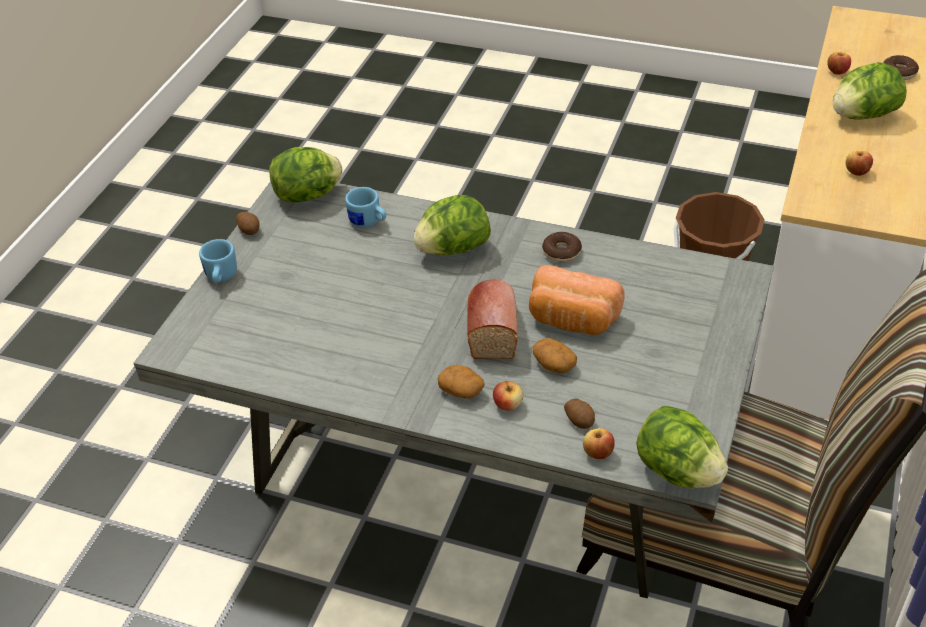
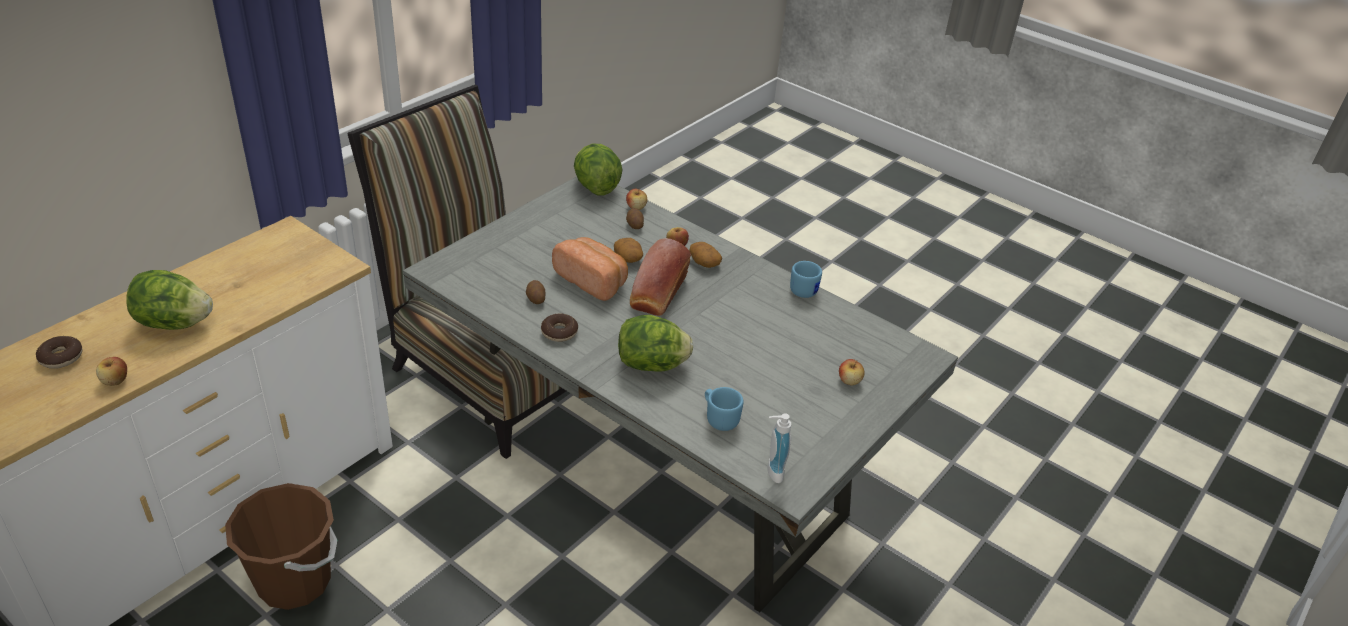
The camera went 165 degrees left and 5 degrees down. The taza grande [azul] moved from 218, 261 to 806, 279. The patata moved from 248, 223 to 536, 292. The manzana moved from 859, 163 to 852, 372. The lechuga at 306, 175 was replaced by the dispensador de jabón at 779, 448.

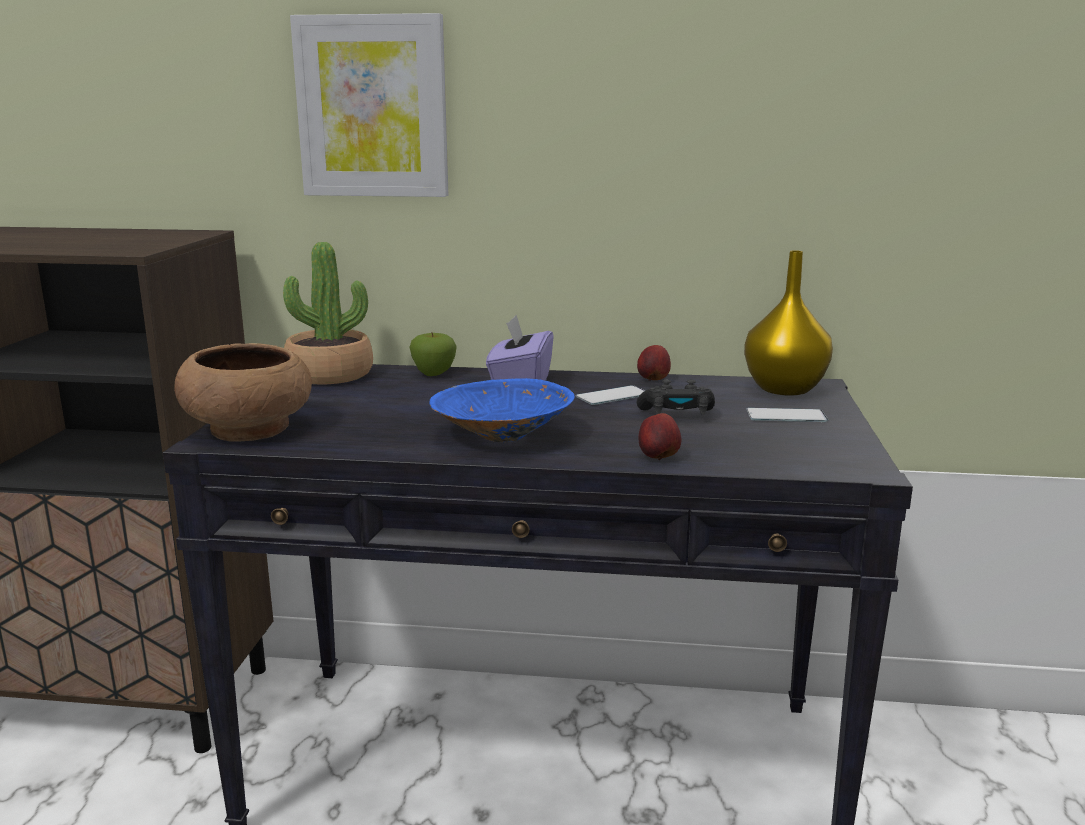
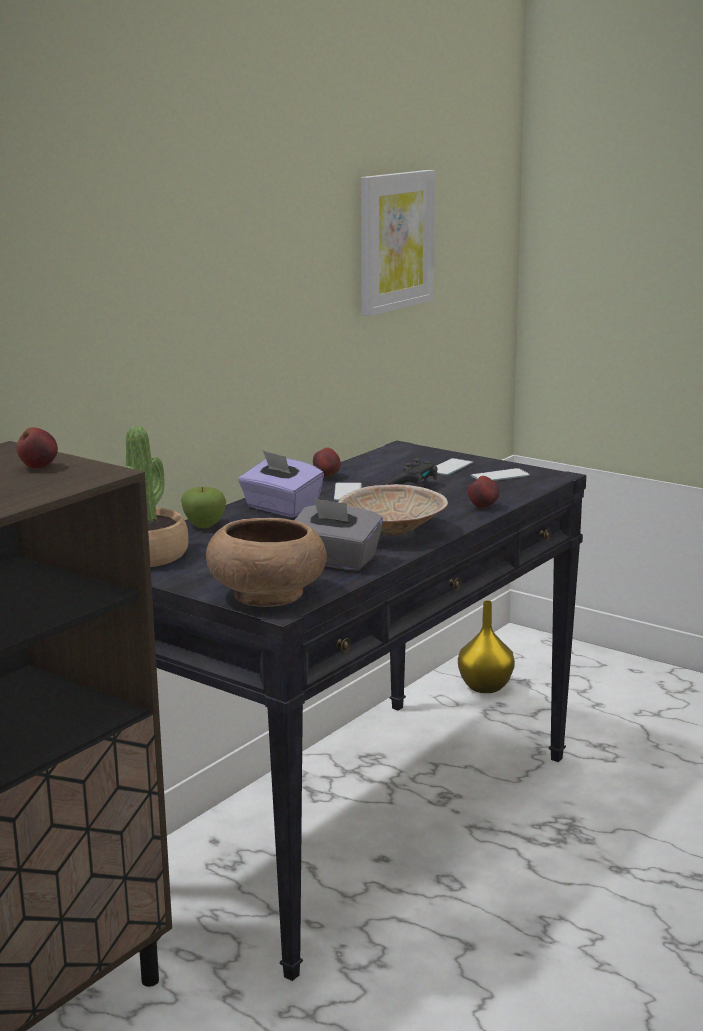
The camera went 60 degrees left and 0 degrees up. The manzana at 37, 447 appeared. The caja de pañuelos [gris] at 338, 534 appeared. The móvil at 500, 474 appeared. The cuadro moved from 369, 105 to 397, 243. The florero [amarillo] moved from 788, 323 to 486, 647. The cuenco [azul] at 502, 410 became the cuenco [beis] at 393, 510.

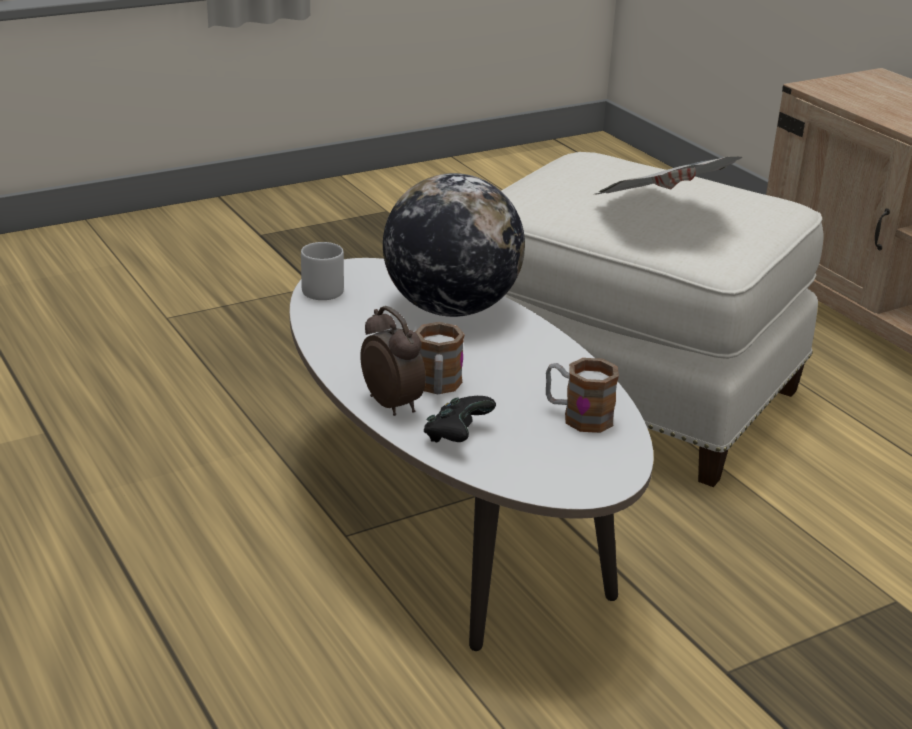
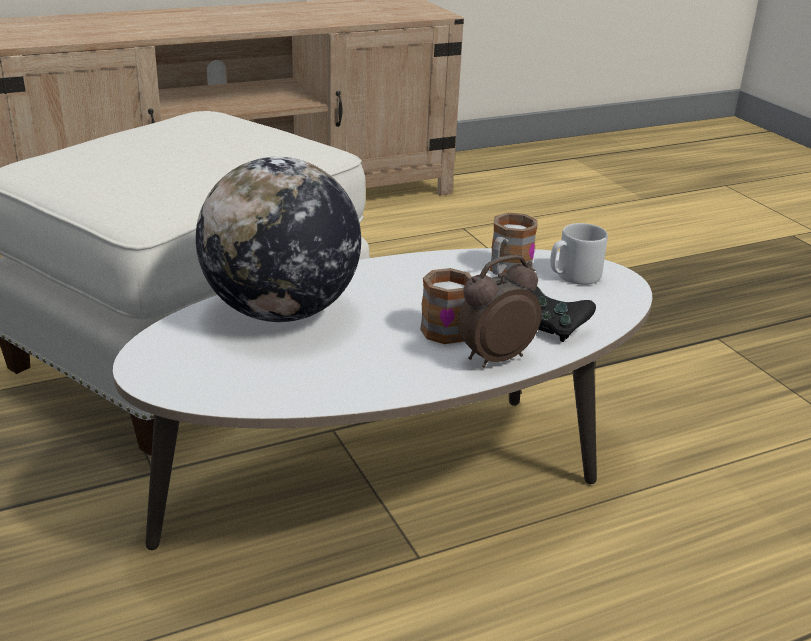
The camera went 85 degrees left and 0 degrees up. The periódico at 668, 175 disappeared. The taza grande [gris] moved from 322, 271 to 579, 254.

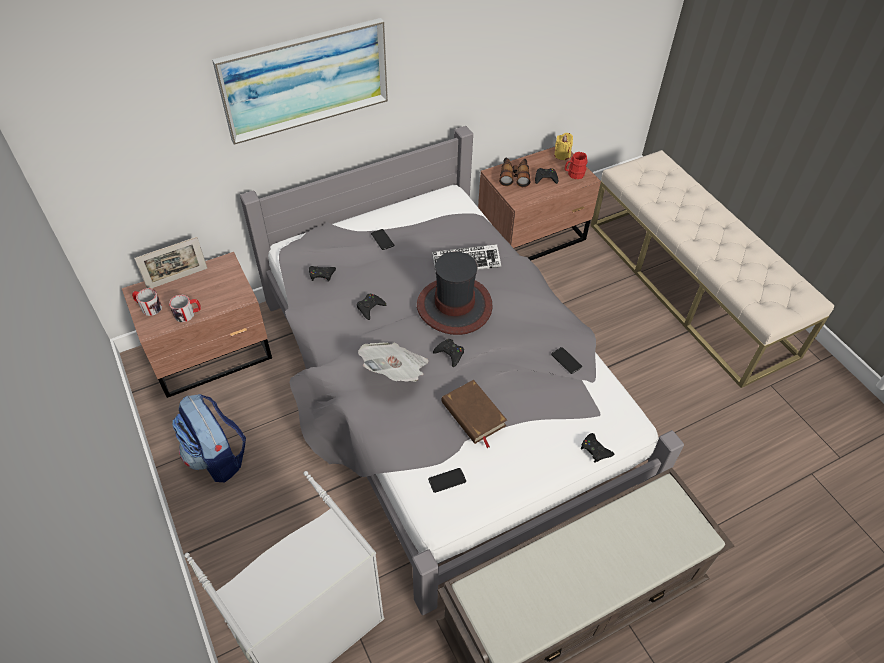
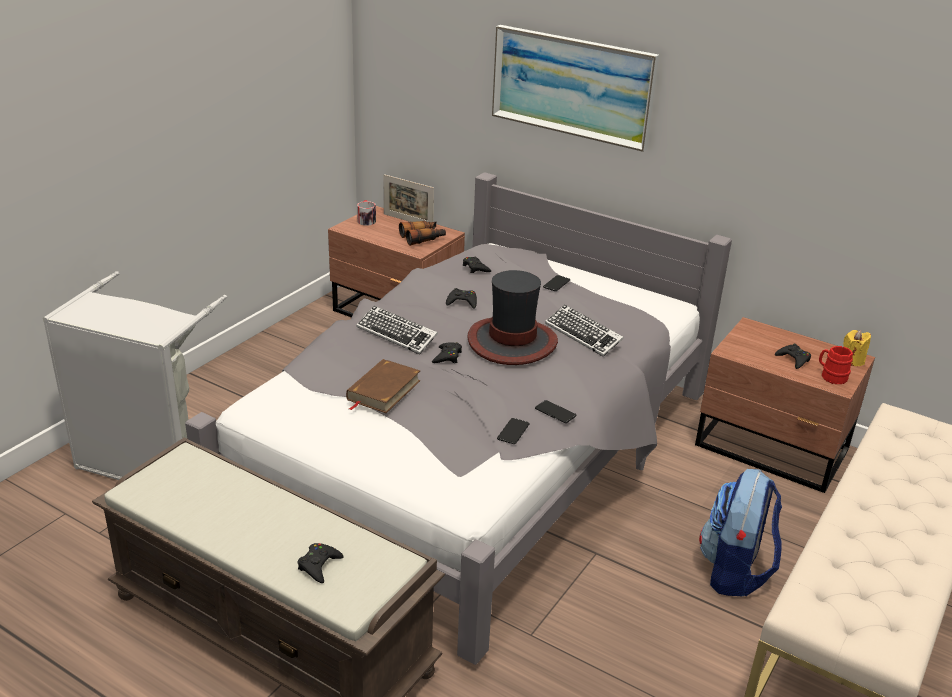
The camera went 60 degrees right and 20 degrees down. The taza grande at 185, 308 disappeared. The mochila moved from 209, 438 to 740, 532. The móvil moved from 447, 480 to 556, 411. The prismáticos moved from 515, 172 to 422, 233. The mando de consola [negro] moved from 597, 448 to 321, 563. The periódico at 393, 362 was replaced by the teclado at 397, 330.

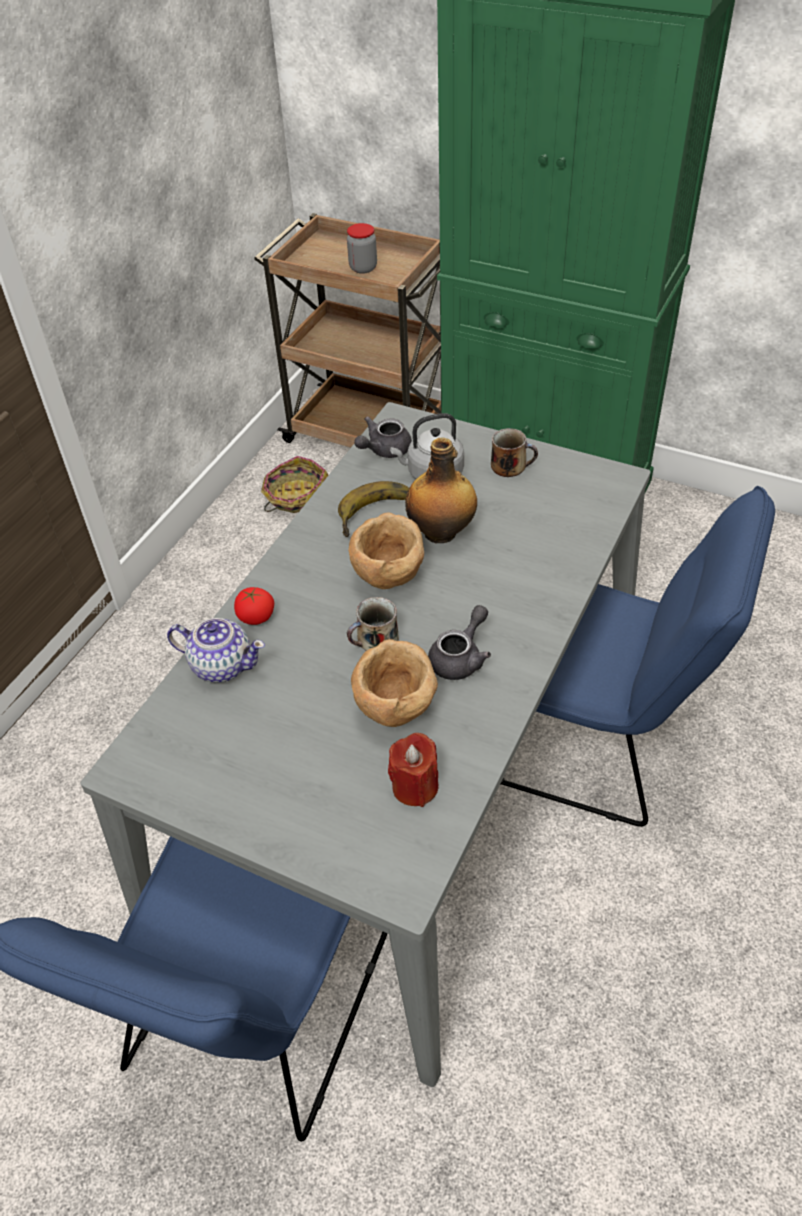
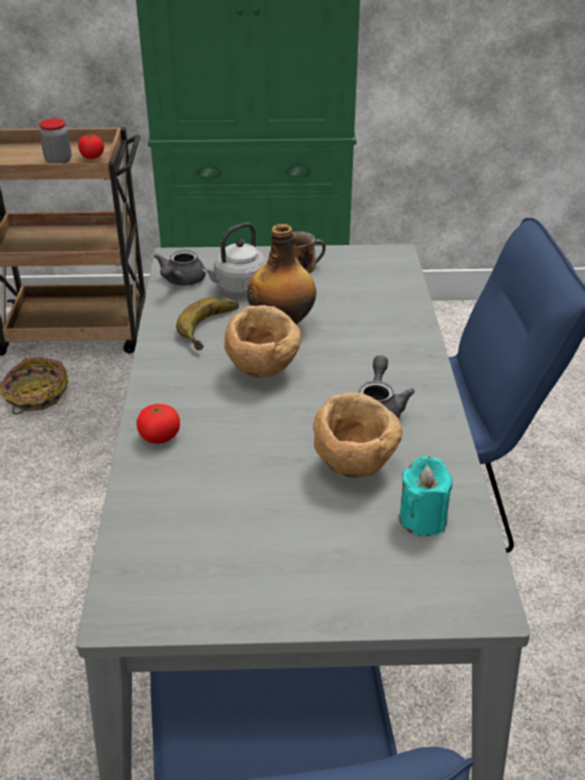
The camera went 30 degrees left and 10 degrees down. The tetera at 216, 650 disappeared. The taza grande at 373, 624 disappeared. The tomate at 91, 146 appeared. The vela [rojo] at 413, 770 became the vela [turquesa] at 425, 496.

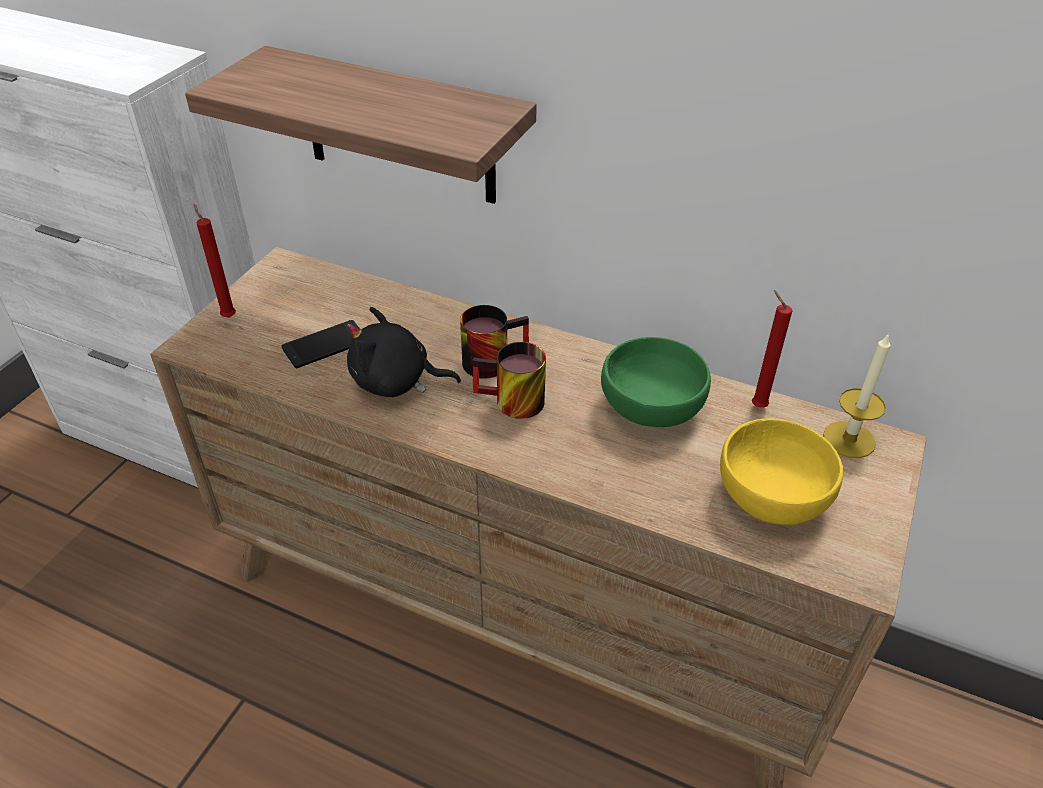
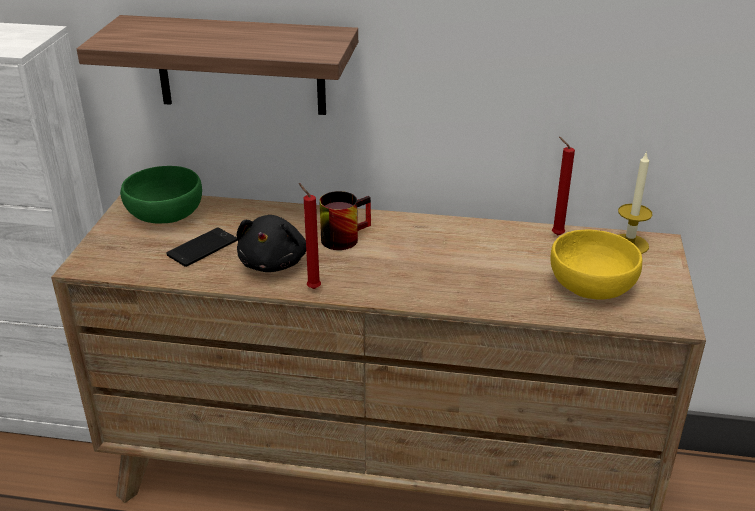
The camera went 15 degrees left and 10 degrees down. The taza grande at 509, 380 disappeared. The vela [rojo] moved from 214, 261 to 310, 236. The cuenco [verde] moved from 656, 382 to 161, 195. The peluche [negro] at 404, 352 turned 75 degrees counterclockwise.

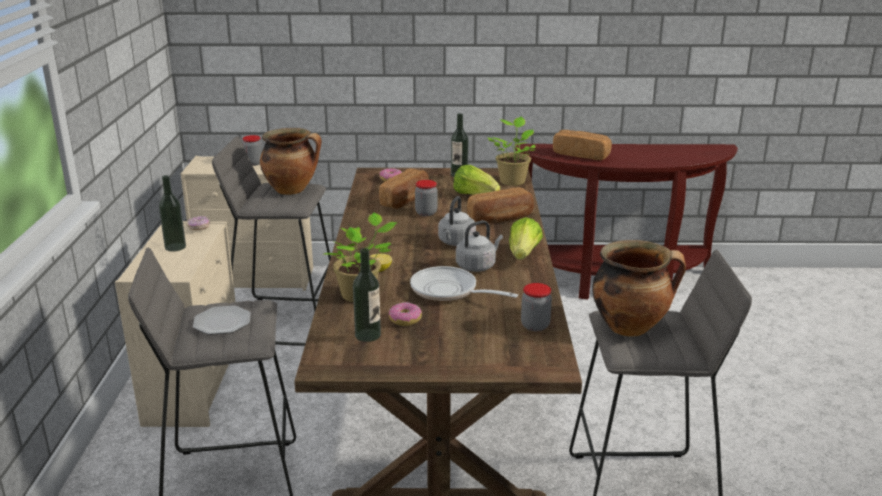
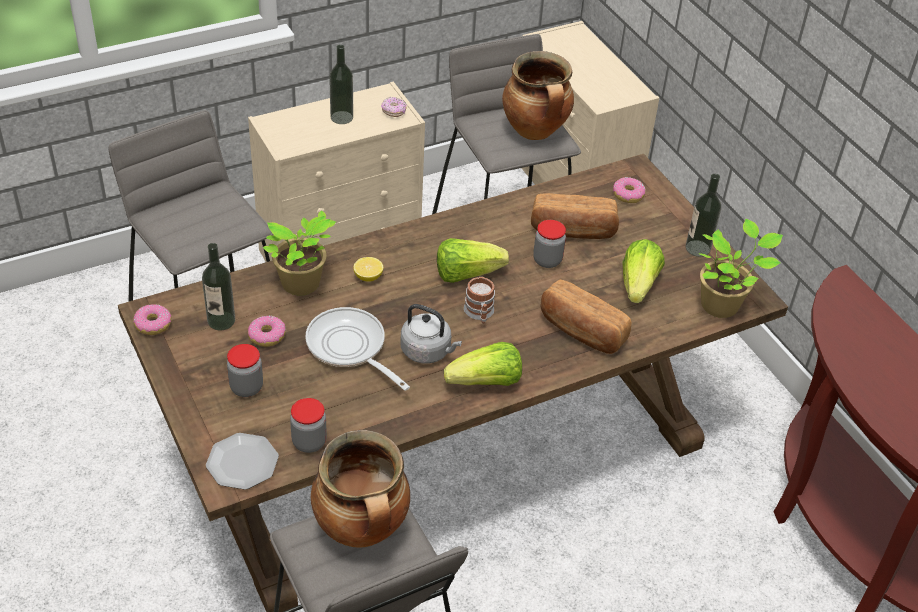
The camera went 60 degrees right and 20 degrees up. The pan at 582, 145 disappeared. The rosquilla at 152, 319 appeared. The lechuga at 473, 260 appeared. The plato moved from 222, 320 to 242, 461. The tarro moved from 252, 150 to 245, 370. The hervidor [gris] at 457, 221 was replaced by the taza grande at 479, 300. The sartén at 464, 283 turned 45 degrees counterclockwise.

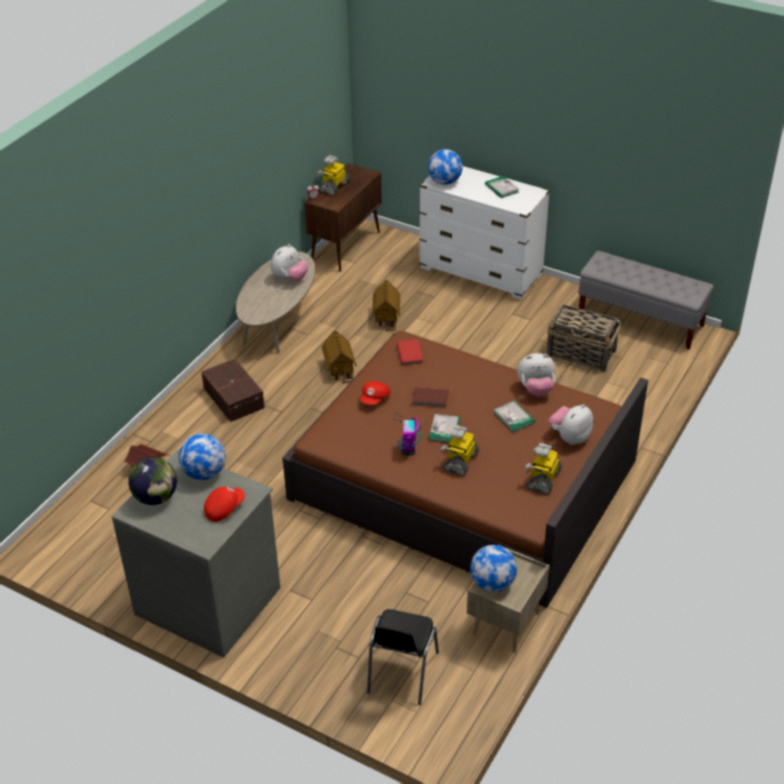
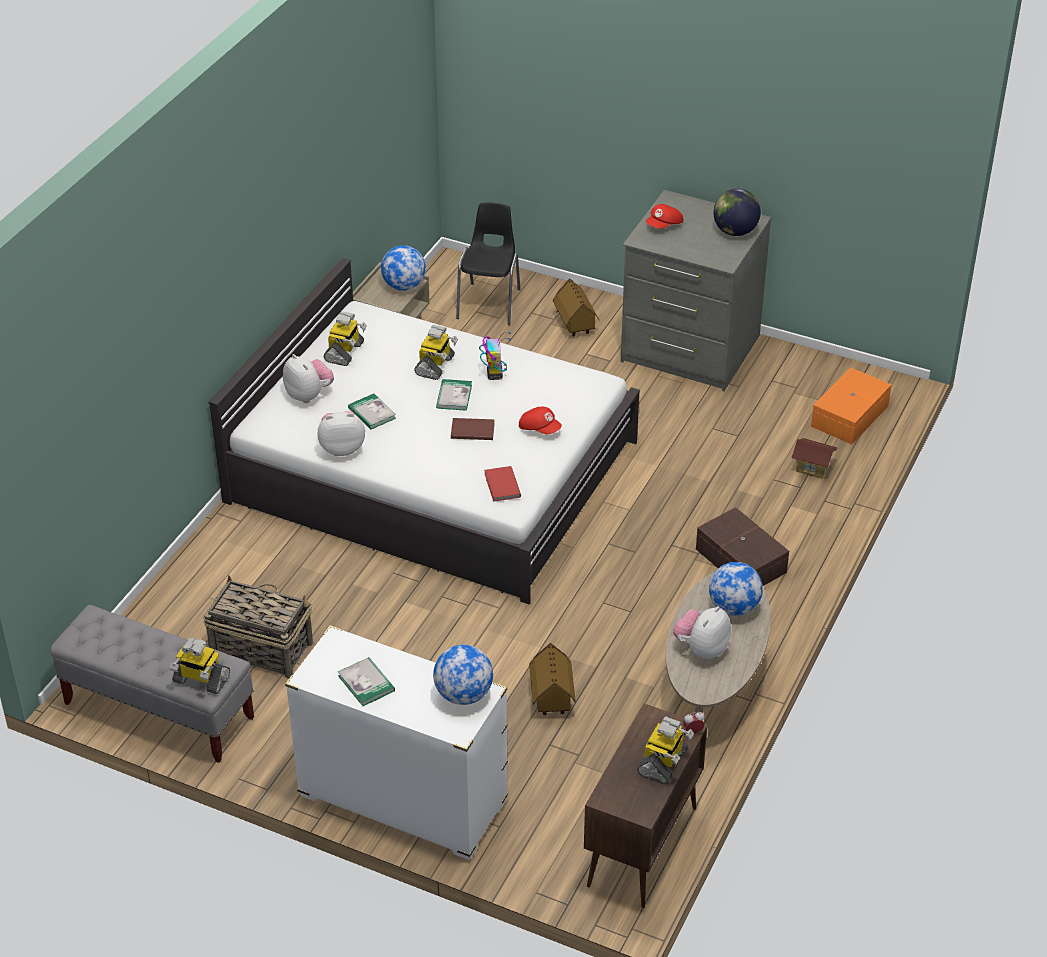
The camera went 175 degrees right and 0 degrees up. The robot de juguete at 199, 665 appeared. The caja de almacenaje [naranja] at 851, 406 appeared. The globo terráqueo moved from 202, 457 to 736, 589. The casita moved from 339, 356 to 576, 307. The cama [marrón] at 465, 469 became the cama [blanco] at 424, 431. The gorra [rojo] at 375, 393 turned 105 degrees clockwise. The peluche at 570, 424 turned 75 degrees counterclockwise.

